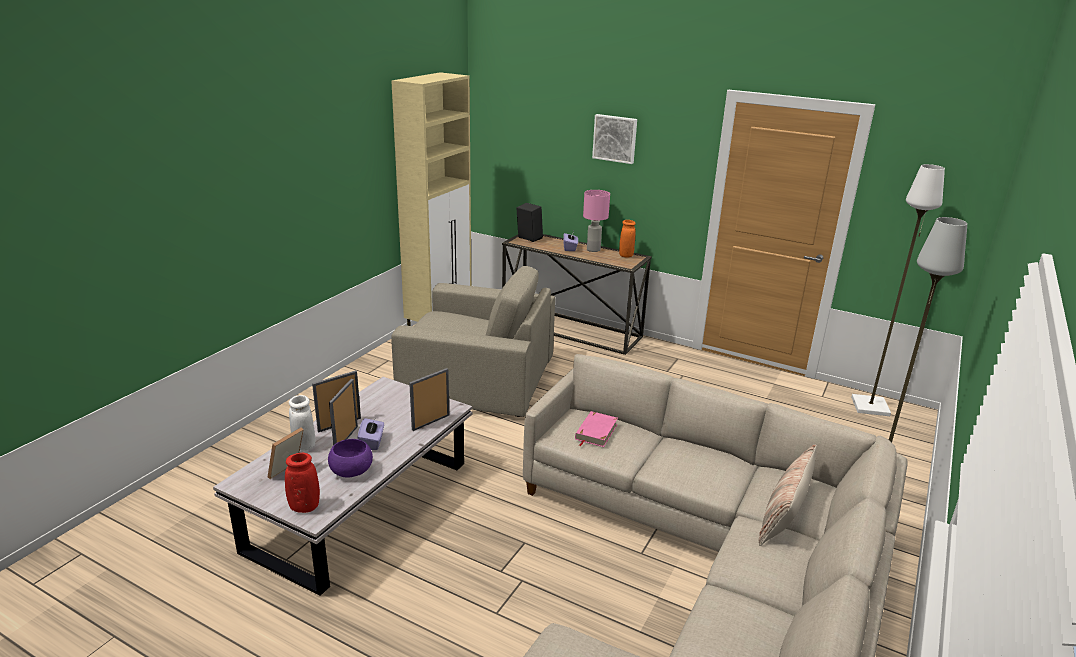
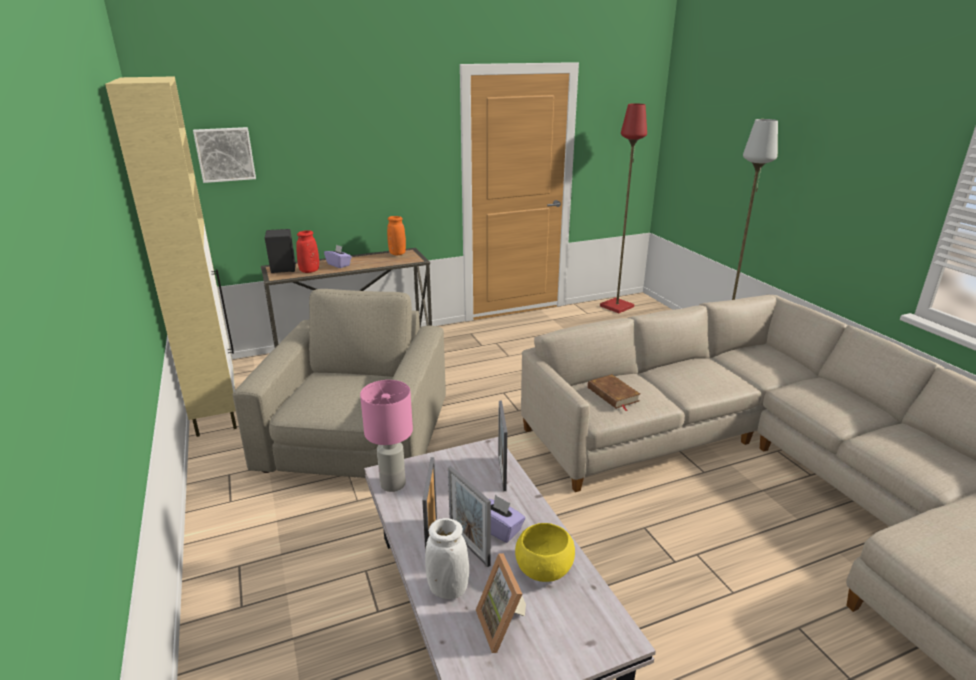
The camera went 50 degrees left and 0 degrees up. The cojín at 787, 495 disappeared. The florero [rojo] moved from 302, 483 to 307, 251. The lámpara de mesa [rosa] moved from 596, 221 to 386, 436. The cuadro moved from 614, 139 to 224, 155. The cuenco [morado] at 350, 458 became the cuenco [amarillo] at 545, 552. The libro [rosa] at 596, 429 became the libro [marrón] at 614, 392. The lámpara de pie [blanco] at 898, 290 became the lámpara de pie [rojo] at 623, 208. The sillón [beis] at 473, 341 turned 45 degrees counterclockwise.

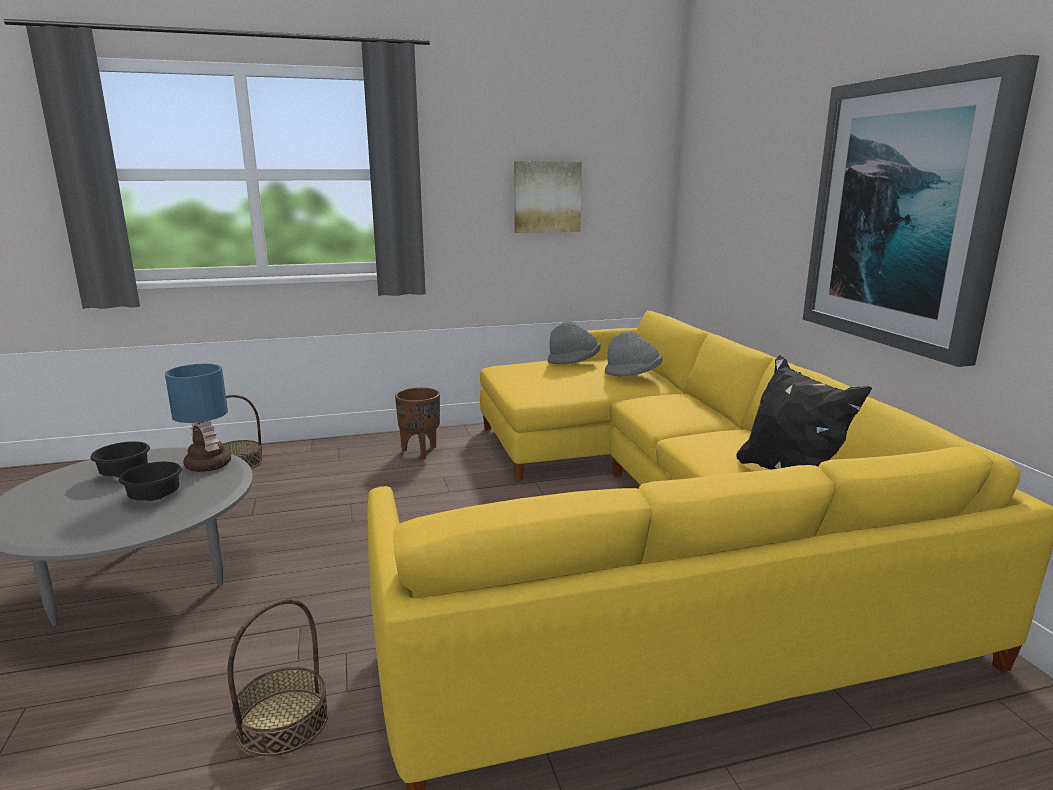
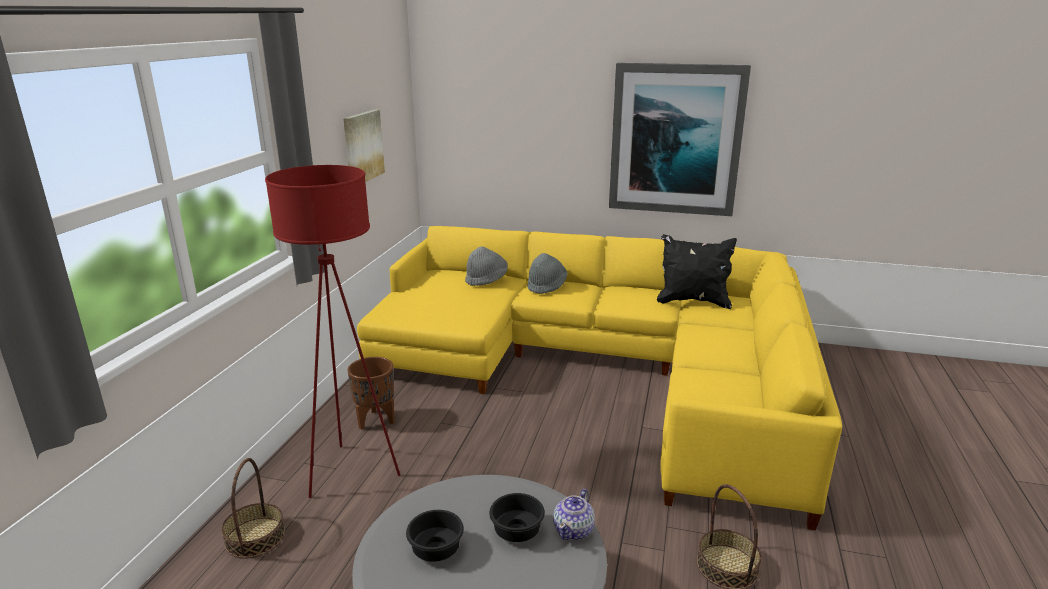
The camera went 60 degrees left and 5 degrees up. The lámpara de mesa at 198, 418 disappeared. The lámpara de pie [rojo] at 332, 331 appeared. The tetera at 574, 514 appeared. The sombrero [gris] moved from 574, 343 to 547, 273.

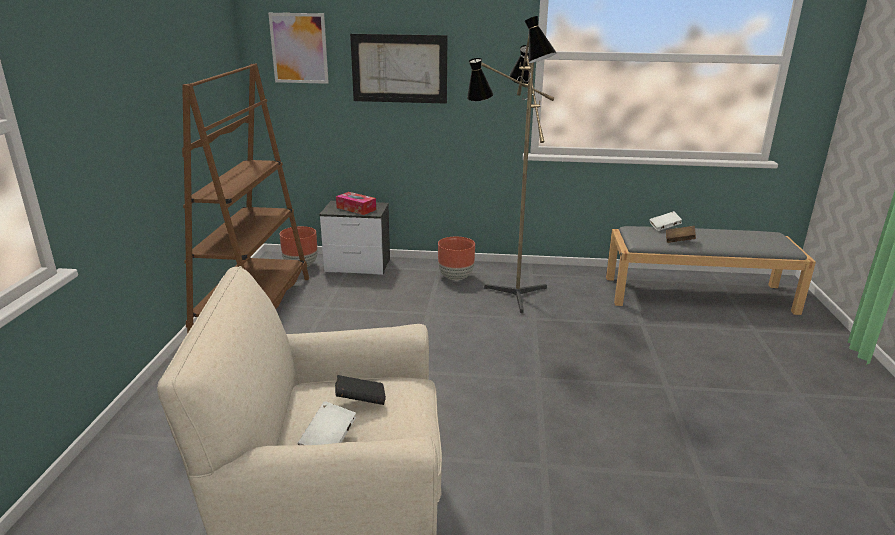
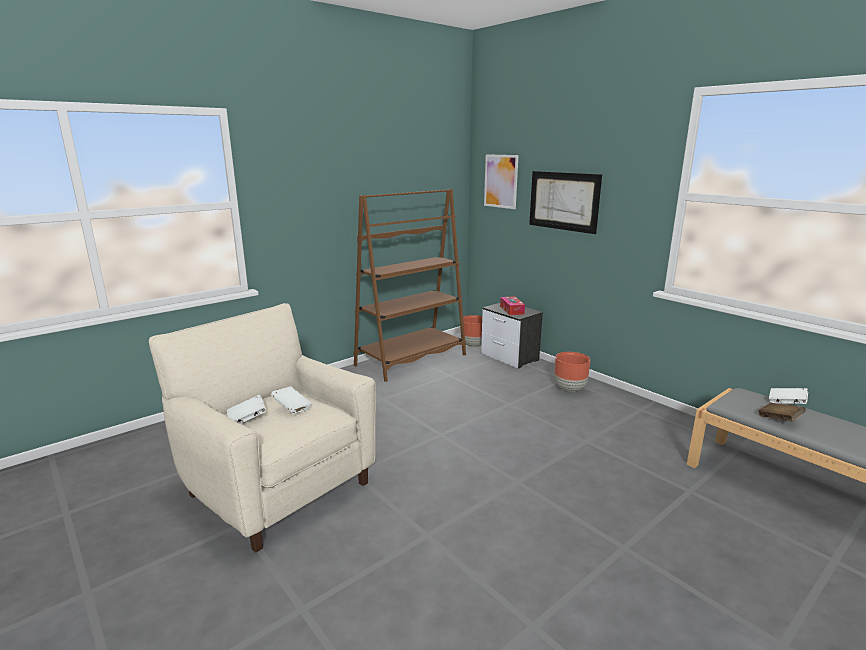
The camera went 45 degrees right and 5 degrees down. The lámpara de pie at 511, 164 disappeared. The libro [negro] at 360, 390 became the libro [blanco] at 291, 400.

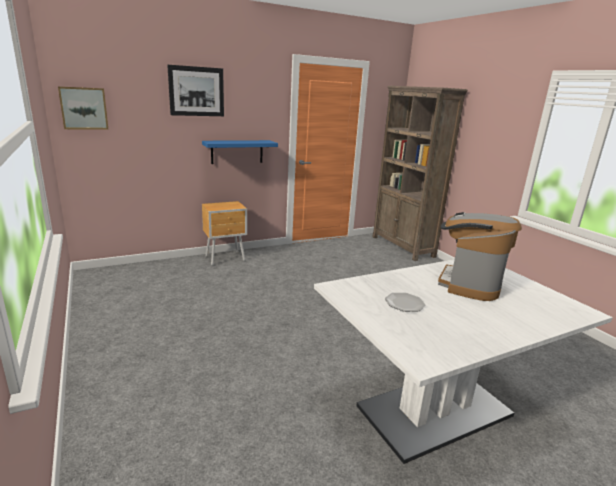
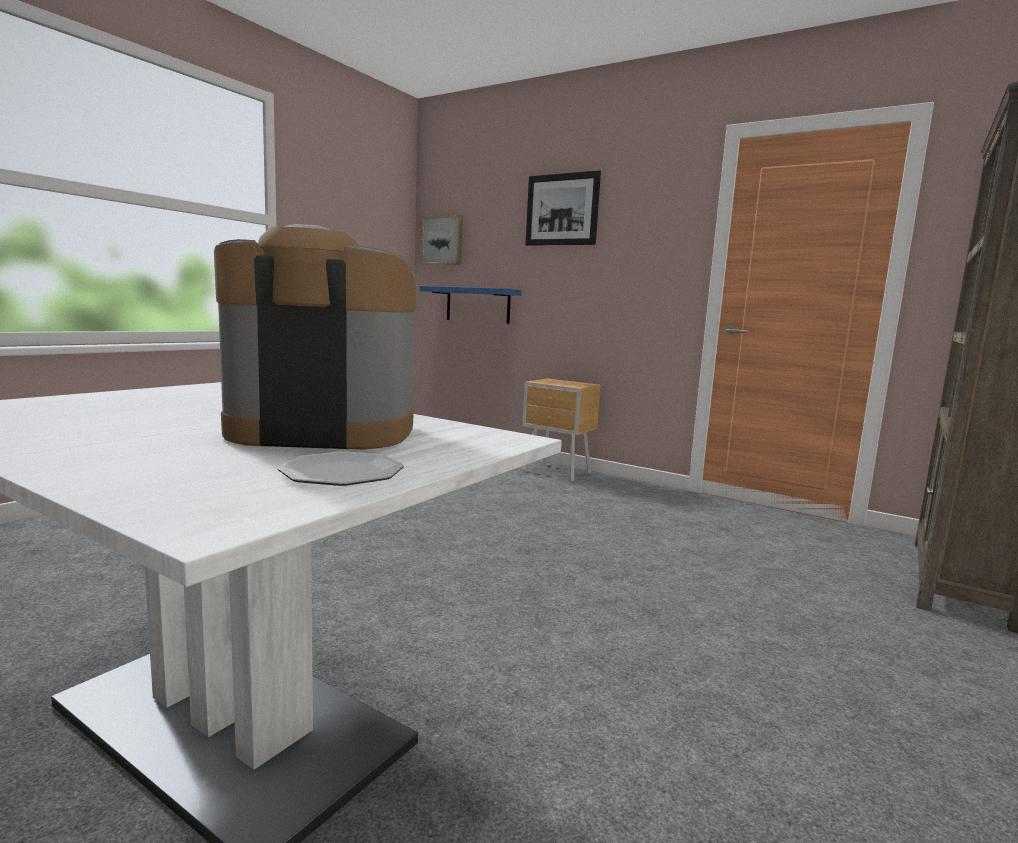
The camera went 60 degrees right and 10 degrees down. The estante [azul] moved from 240, 152 to 470, 305. The plato moved from 405, 302 to 341, 468.

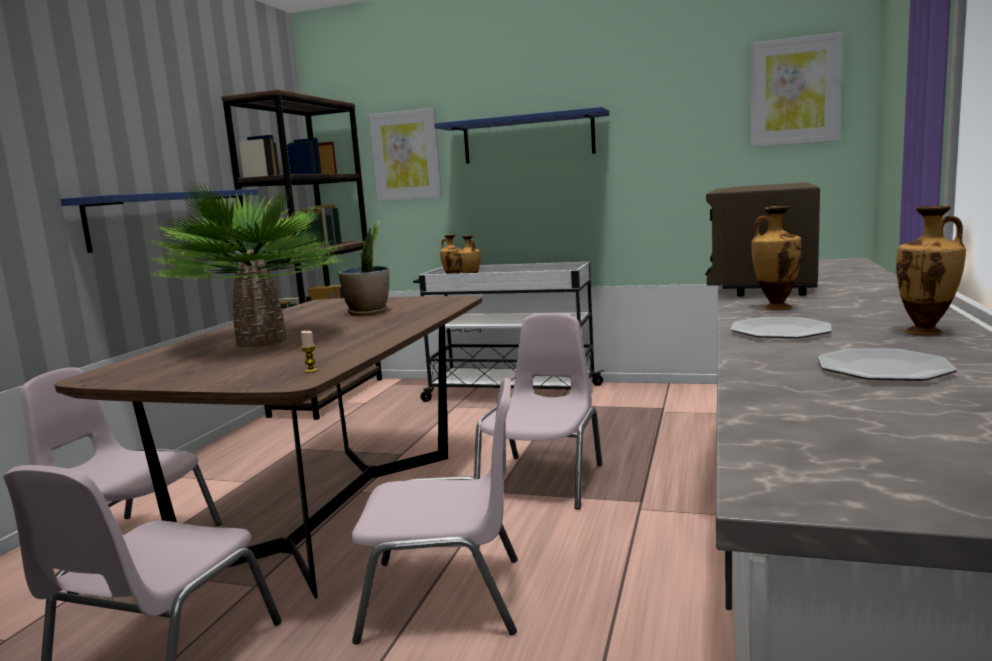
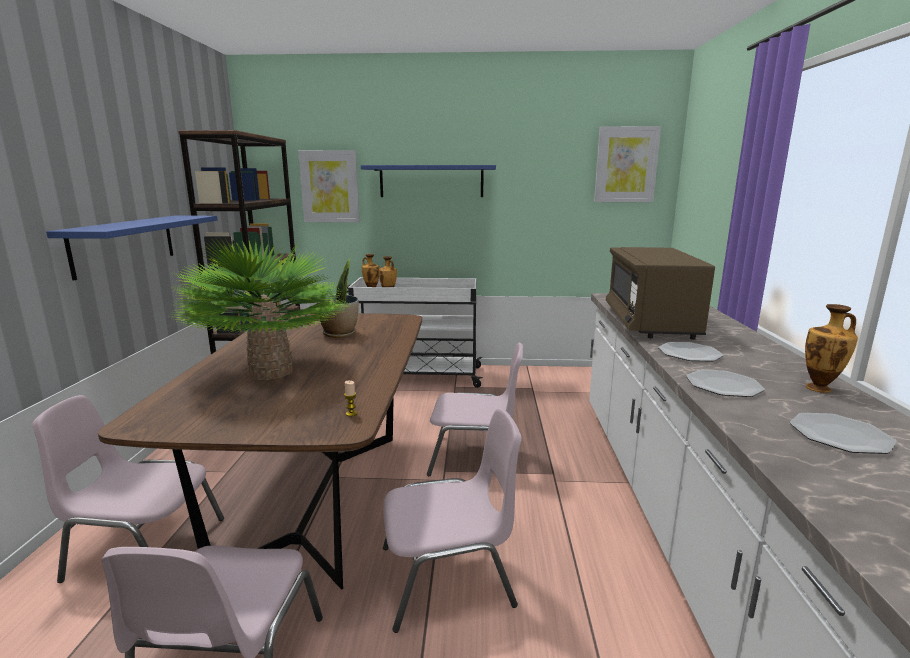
The camera went 15 degrees left and 5 degrees up. The florero at 776, 258 was replaced by the plato at 691, 351. The silla [rosa] at 538, 411 turned 90 degrees clockwise.

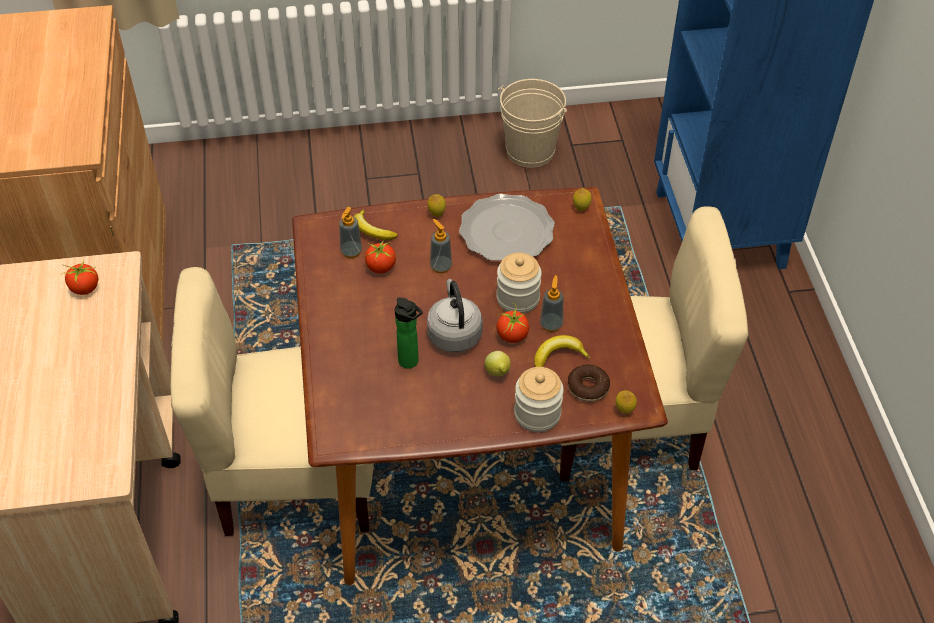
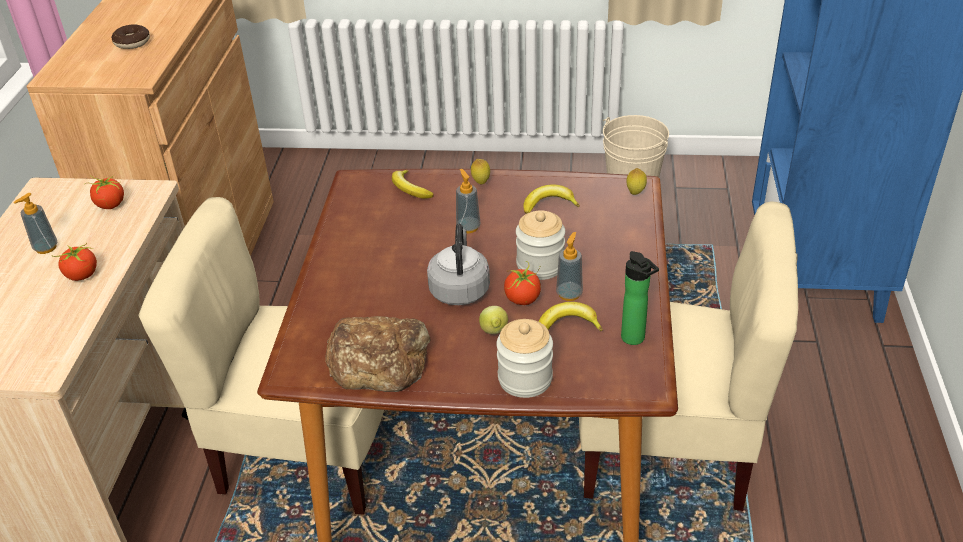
The camera went 15 degrees right and 10 degrees down. The limón at 626, 402 disappeared. The pan at 378, 354 appeared. The dispensador de jabón moved from 350, 232 to 35, 223. The tomate moved from 380, 257 to 75, 262. The botella moved from 409, 333 to 640, 298. The rosquilla moved from 589, 383 to 130, 36. The plato at 507, 227 was replaced by the plátano at 551, 199.

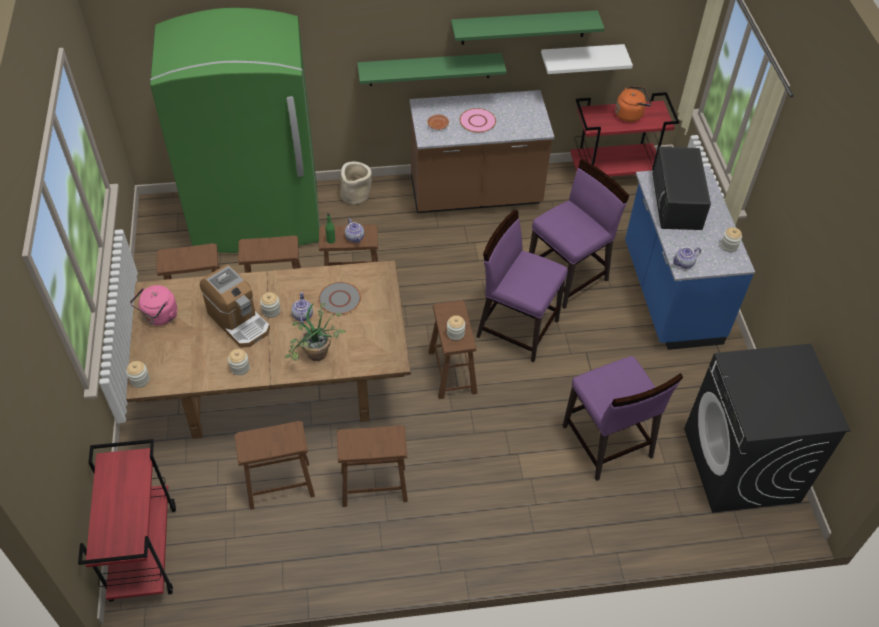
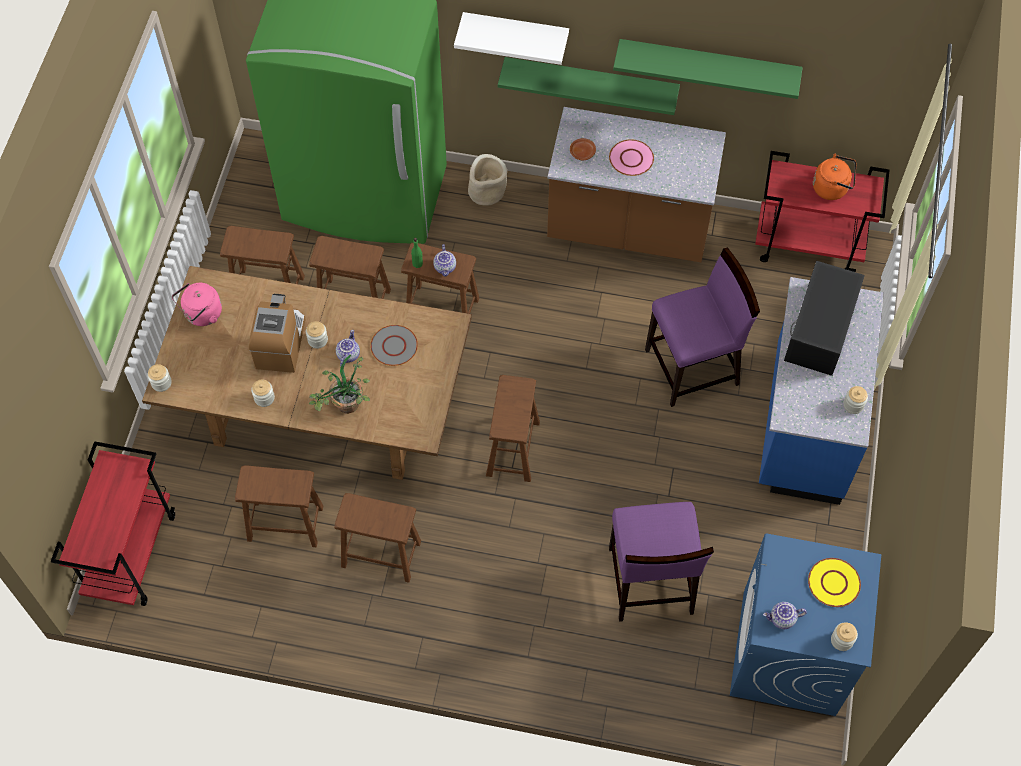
The camera went 20 degrees right and 10 degrees up. The silla [morado] at 522, 286 disappeared. The plato [amarillo] at 834, 582 appeared. The tarro moved from 456, 327 to 844, 637. The estante [blanco] moved from 587, 59 to 511, 38. The tetera moved from 686, 258 to 785, 615. The lavadora [negro] at 767, 428 became the lavadora [azul] at 805, 624. The cafetera at 235, 306 turned 150 degrees counterclockwise.

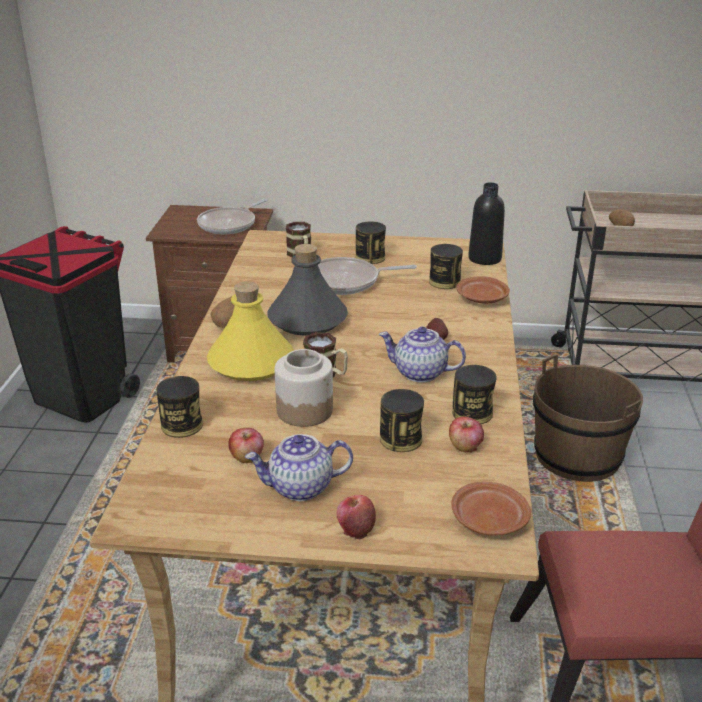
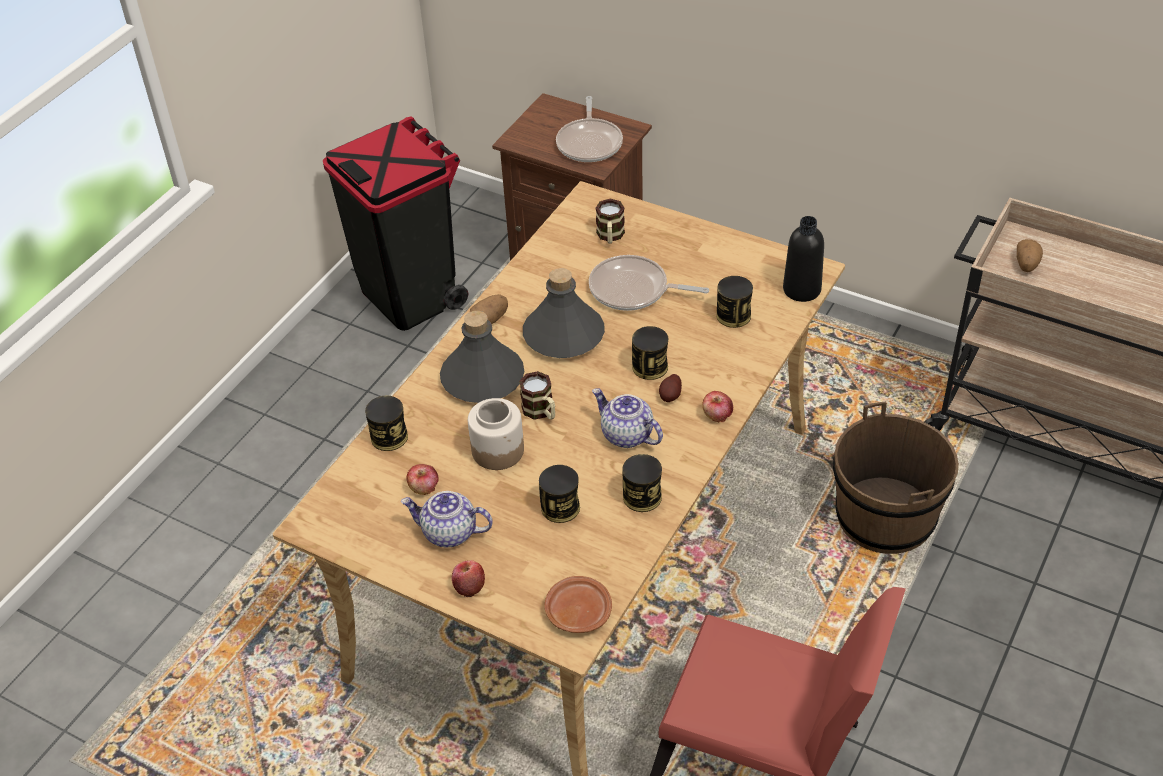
The camera went 25 degrees right and 15 degrees up. The plato [marrón] at 483, 290 disappeared. The lata moved from 371, 242 to 650, 353. The manzana moved from 466, 434 to 717, 406. The botella [amarillo] at 250, 331 became the botella [gris] at 482, 357. The sartén at 232, 216 turned 60 degrees counterclockwise.

